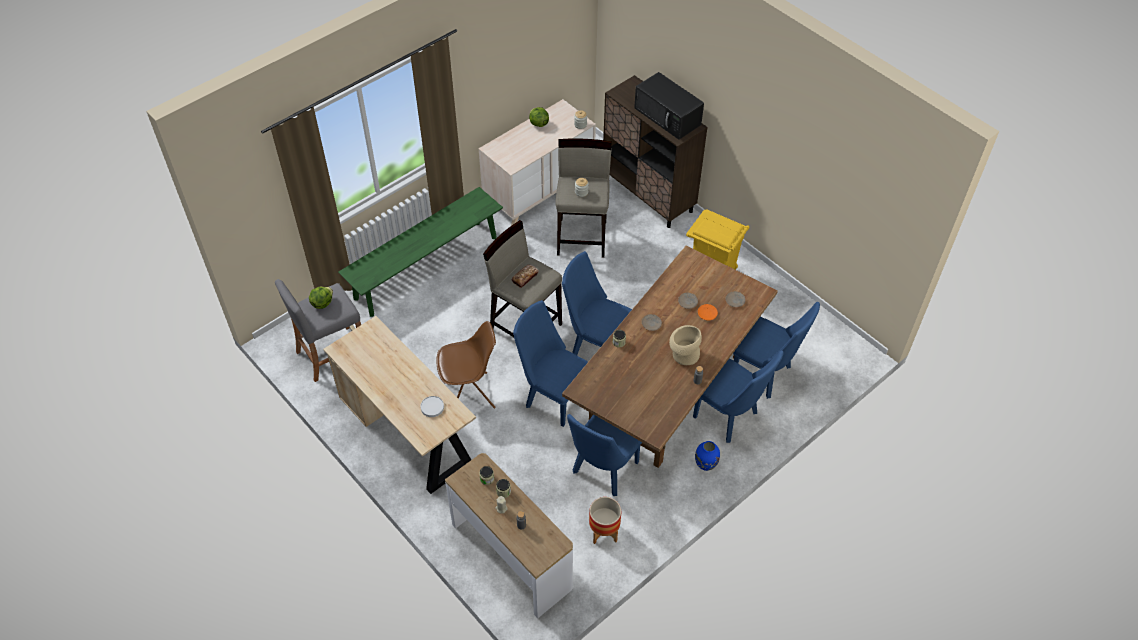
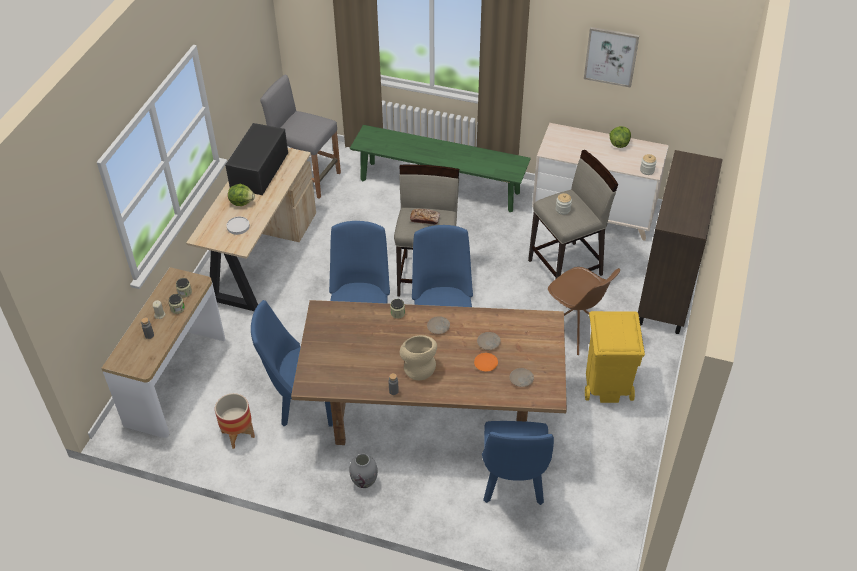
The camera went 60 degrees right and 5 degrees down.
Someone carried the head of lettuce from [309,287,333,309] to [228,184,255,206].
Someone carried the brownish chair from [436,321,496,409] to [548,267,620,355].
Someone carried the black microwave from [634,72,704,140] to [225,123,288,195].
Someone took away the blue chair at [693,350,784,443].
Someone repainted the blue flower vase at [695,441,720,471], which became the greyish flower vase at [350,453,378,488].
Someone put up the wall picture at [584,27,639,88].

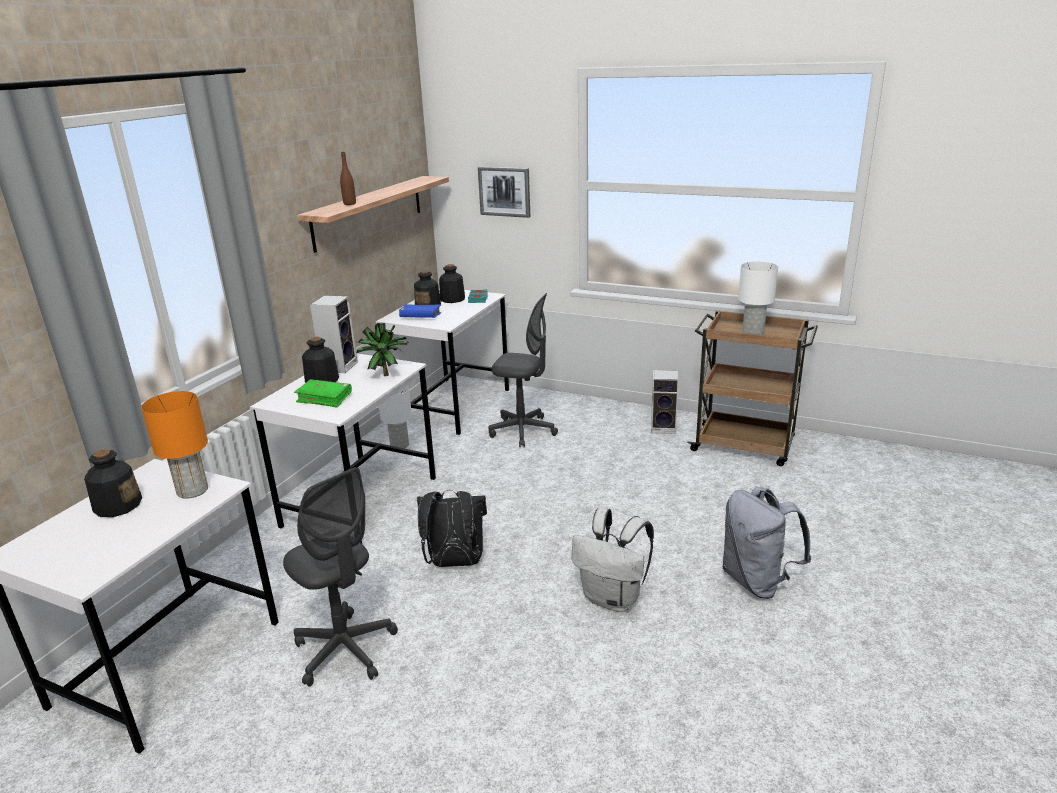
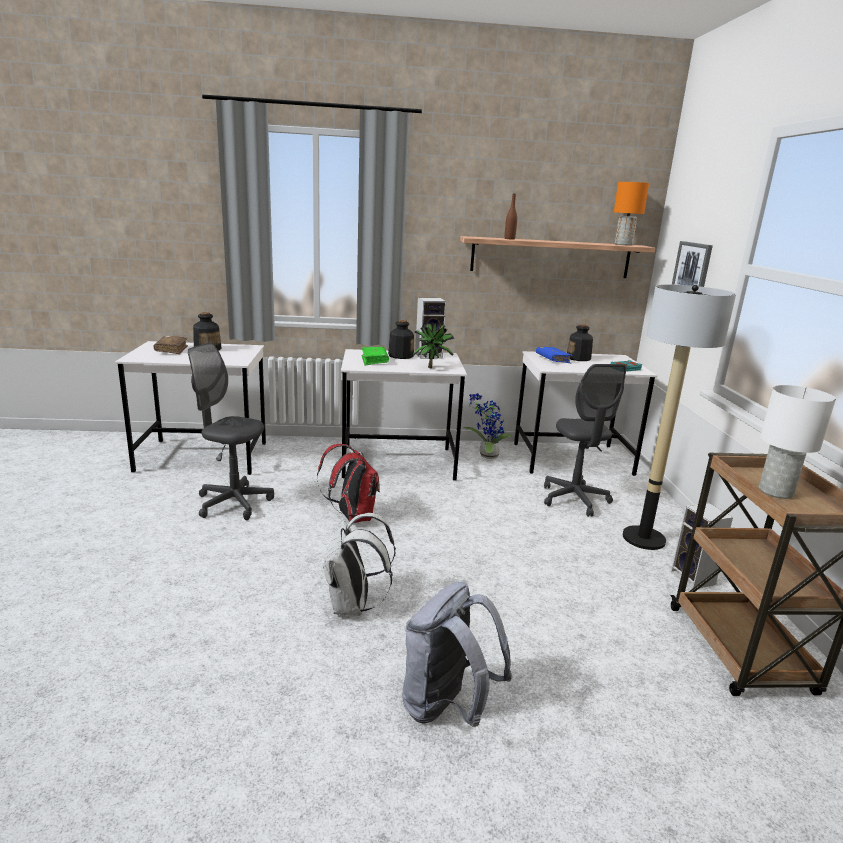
The camera went 60 degrees right and 5 degrees down.
Someone carried the orange-coloured lamp for a table from [141,391,208,499] to [614,182,649,246].
Someone rotated the greyish office chair at [283,467,398,687] by 90 degrees clockwise.
Someone swapped the whitish lamp for a table at [379,386,412,449] for the plant in a pot at [463,393,511,459].
Someone repainted the black rucksack at [417,490,487,567], which became the red-coloured rucksack at [317,444,380,523].
Someone took away the beverage bottle at [439,264,465,303].
Someone put down the brownish bound book at [154,336,188,354].
Someone put down the floor lamp at [623,285,736,550].

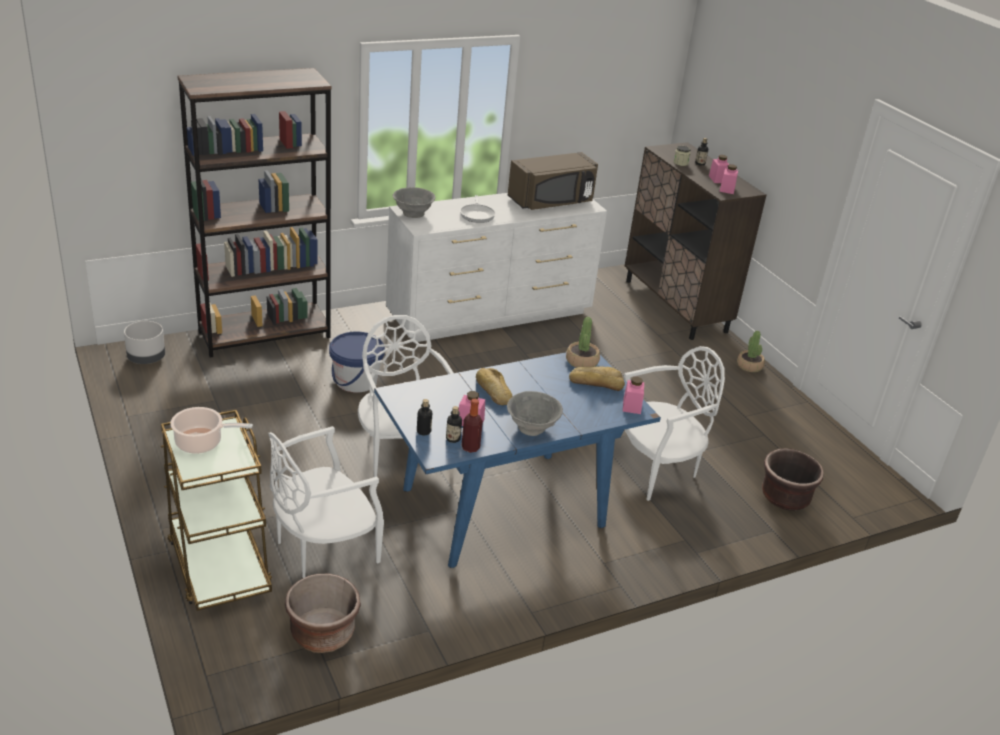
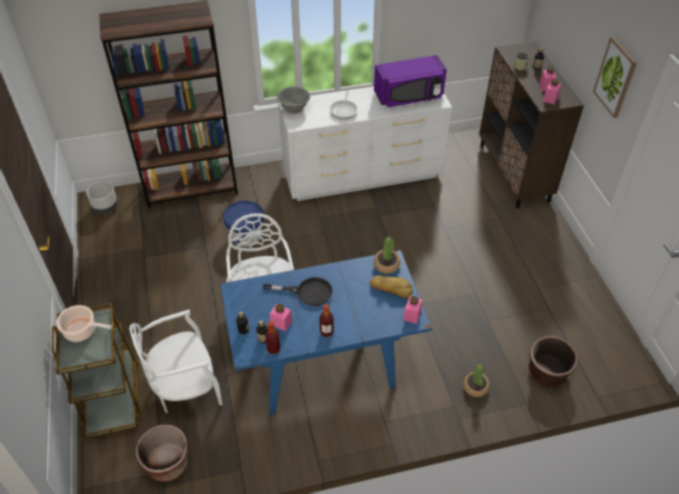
The camera went 15 degrees right and 15 degrees up.
Someone swapped the bakery bread at [476,368,513,405] for the black pan at [263,277,333,306].
Someone swapped the greyish serving bowl at [507,391,563,436] for the beverage bottle at [319,304,334,337].
Someone repainted the brownish microwave at [508,152,598,210], which became the purple microwave at [374,55,447,107].
Someone took away the whitish chair at [624,346,725,501].
Someone carried the plant in a pot from [737,331,765,372] to [463,364,490,397].
Someone put up the wall picture at [593,37,637,118].

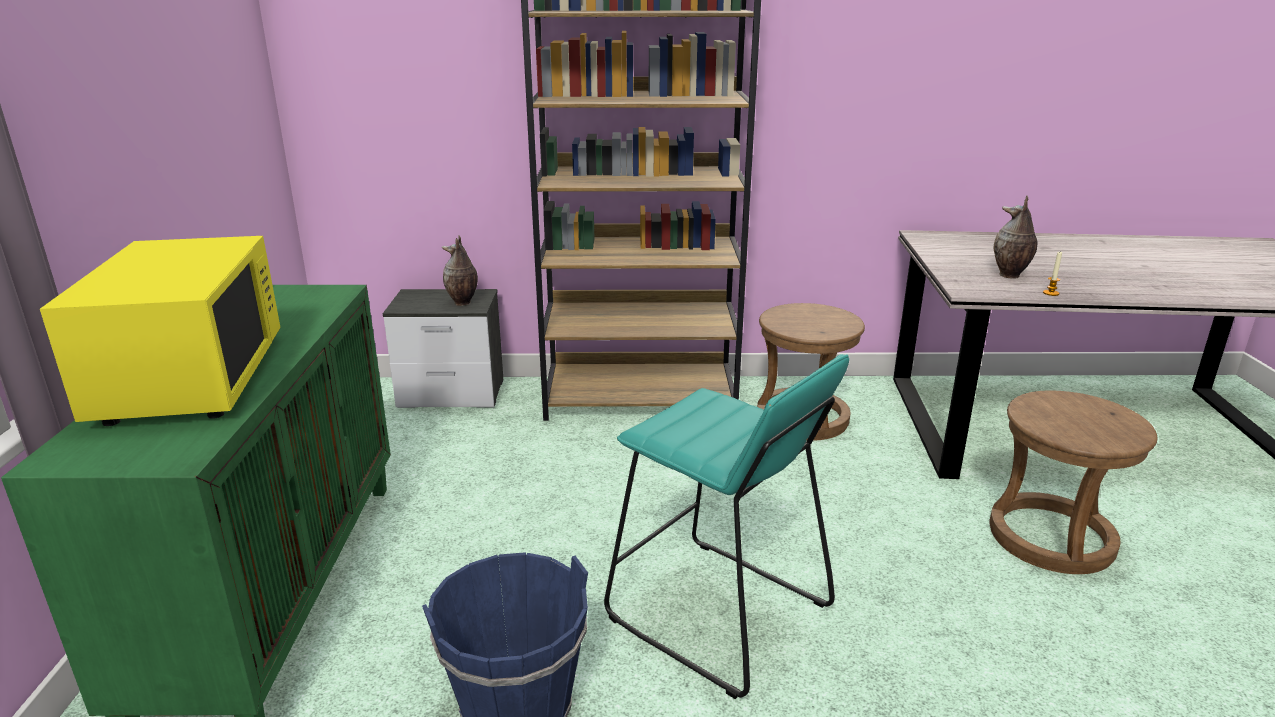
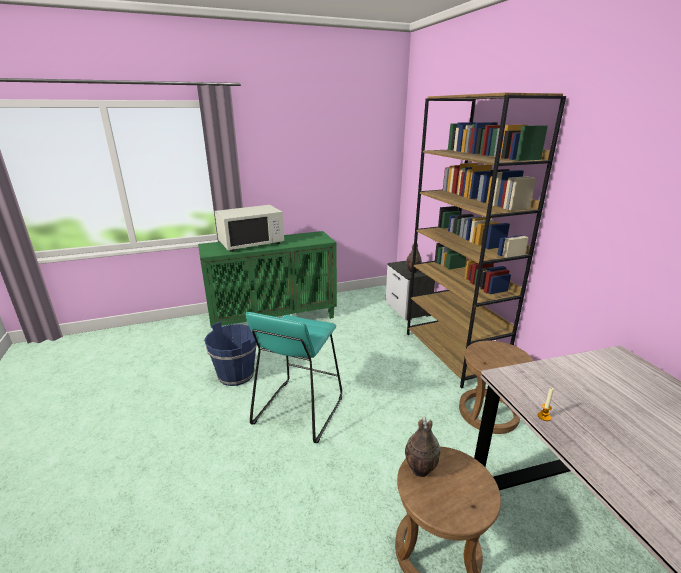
The camera went 70 degrees right and 0 degrees up.
Someone repainted the yellow microwave at [40,236,281,426], which became the whitish microwave at [215,205,284,252].
Someone carried the flower vase from [994,195,1038,278] to [405,416,441,477].

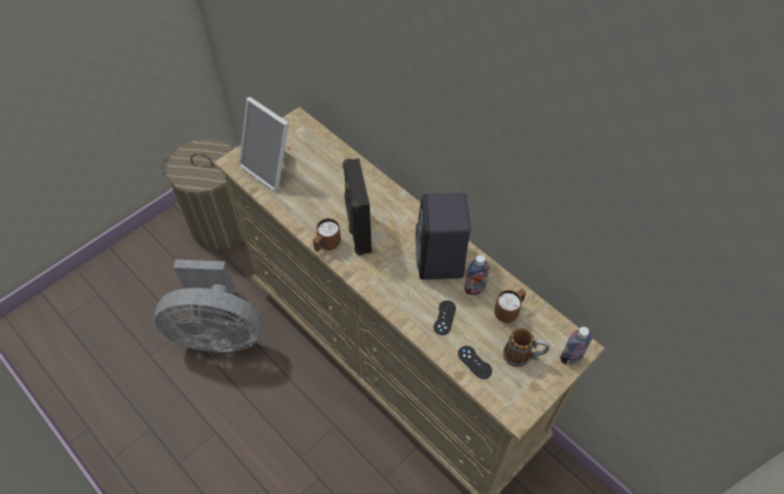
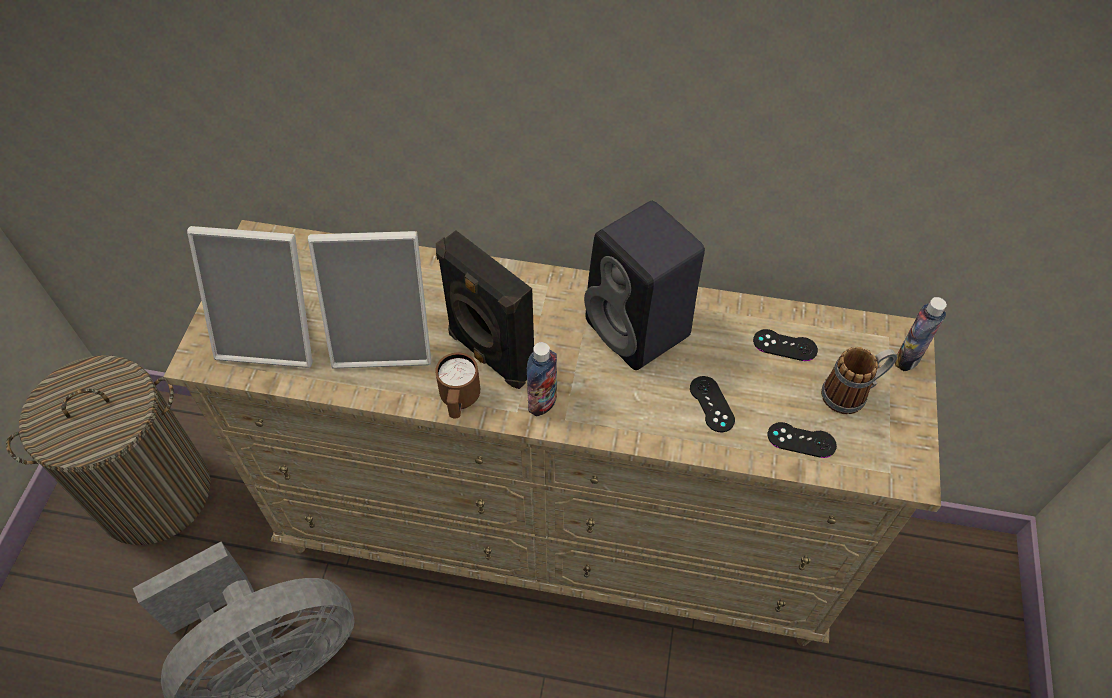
The camera went 35 degrees left and 0 degrees up.
Someone carried the beverage bottle from [464,255,490,295] to [527,342,557,417].
Someone swapped the brownish tea mug at [494,289,526,323] for the black joypad at [753,329,818,361].
Someone put down the photo frame at [308,231,431,369].

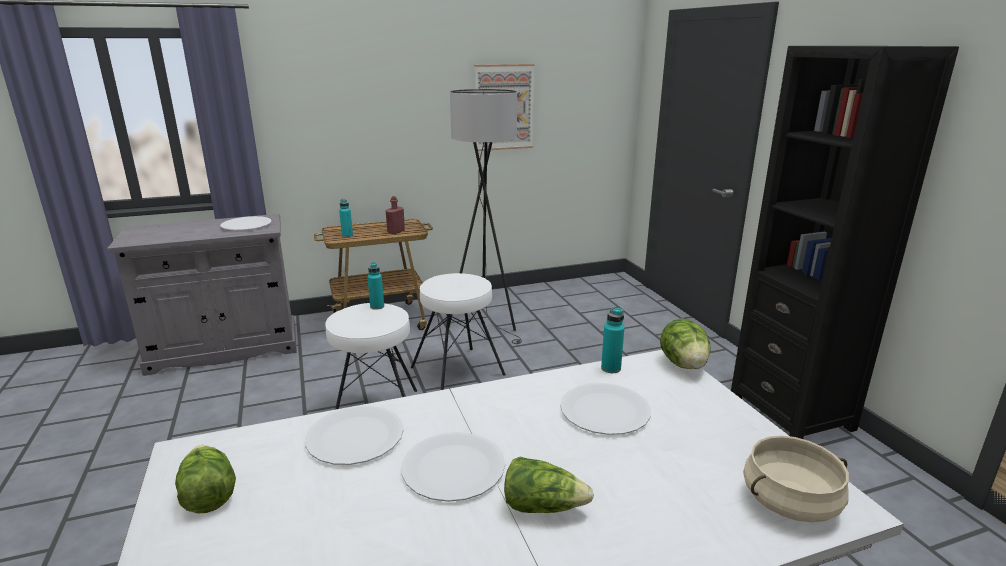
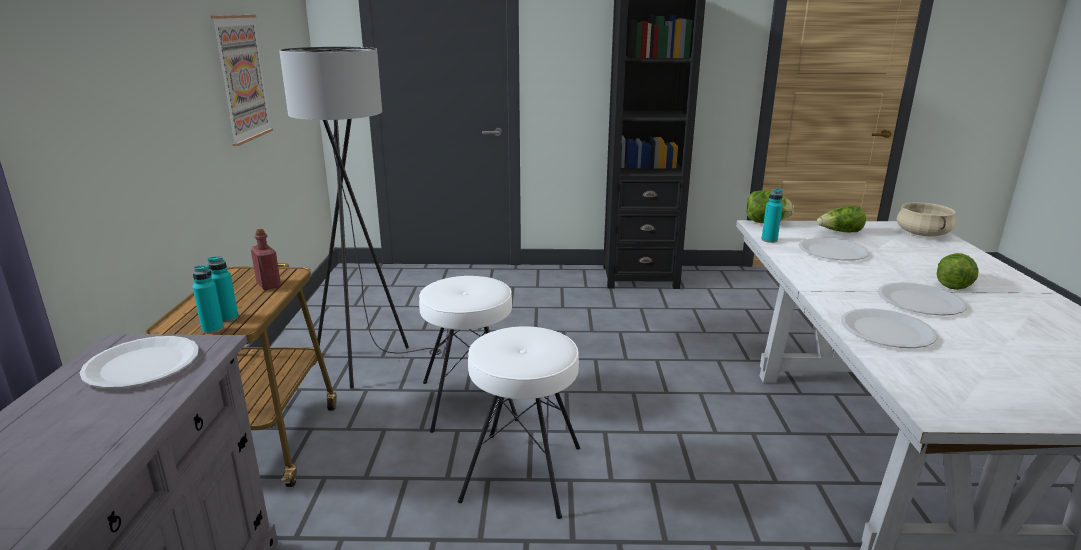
The camera went 70 degrees left and 0 degrees up.
Someone carried the head of lettuce from [175,445,236,513] to [817,206,866,232].
Someone carried the blue-green beverage bottle from [367,262,384,310] to [192,265,224,334].

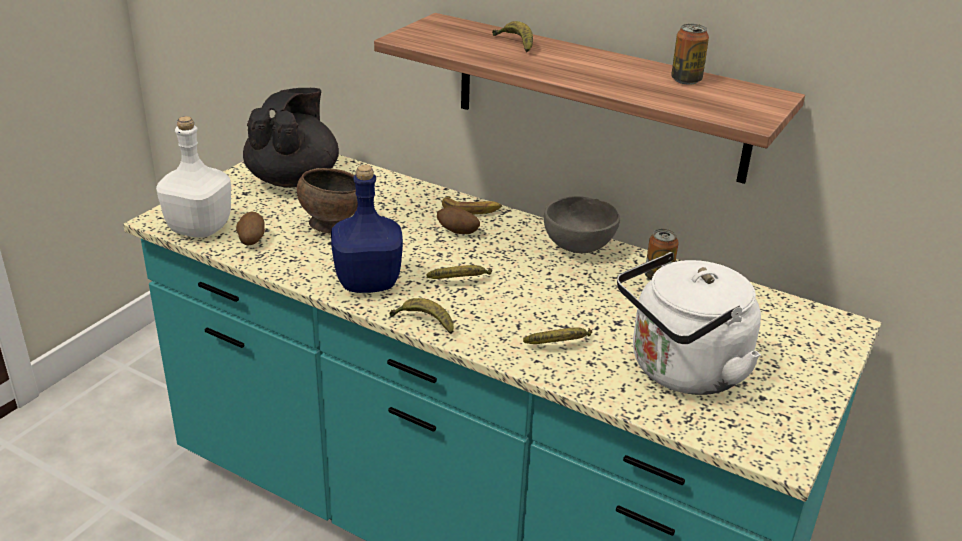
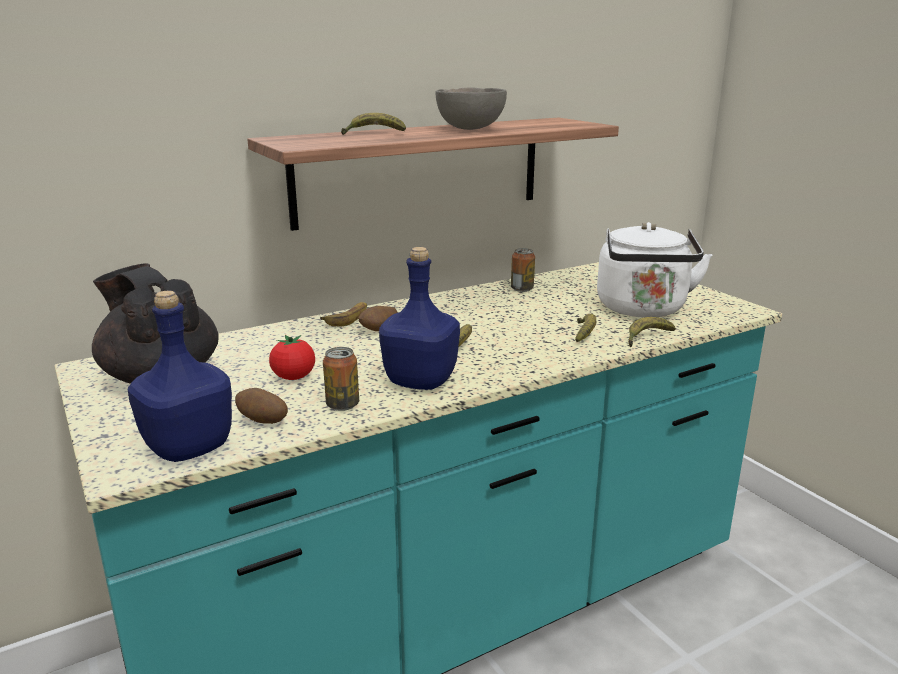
The camera went 60 degrees left and 10 degrees down.
Someone repainted the whitish beverage bottle at [156,116,231,238], which became the blue beverage bottle at [128,291,232,462].
Someone swapped the brownish serving bowl at [297,168,358,233] for the fresh tomato at [269,335,315,380].
Someone carried the whole banana from [389,298,454,334] to [628,317,676,347].
Someone carried the greyish serving bowl from [544,196,620,253] to [435,87,507,130].
Someone carried the metal can from [671,24,709,85] to [323,347,359,411].

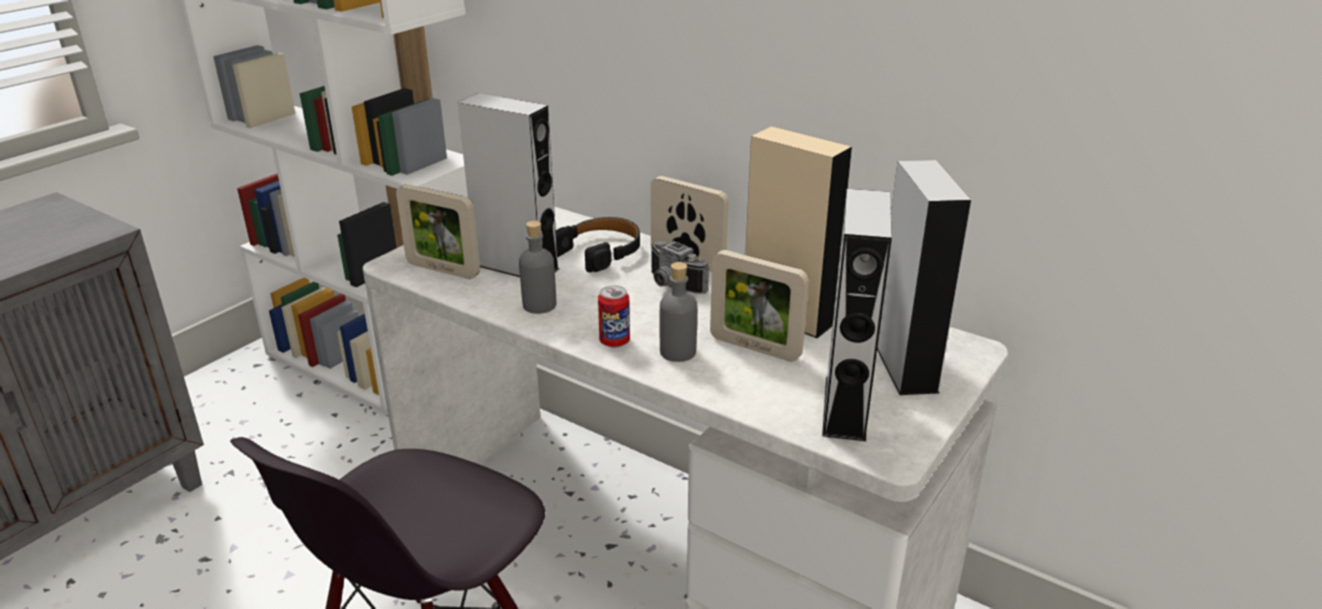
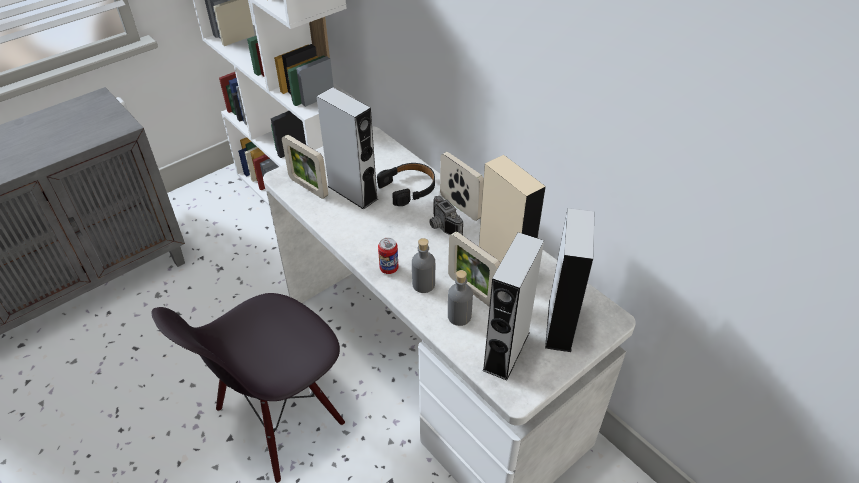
The camera went 15 degrees right and 15 degrees up.
Someone carried the greyish beverage bottle from [519,221,556,314] to [448,270,473,326].

